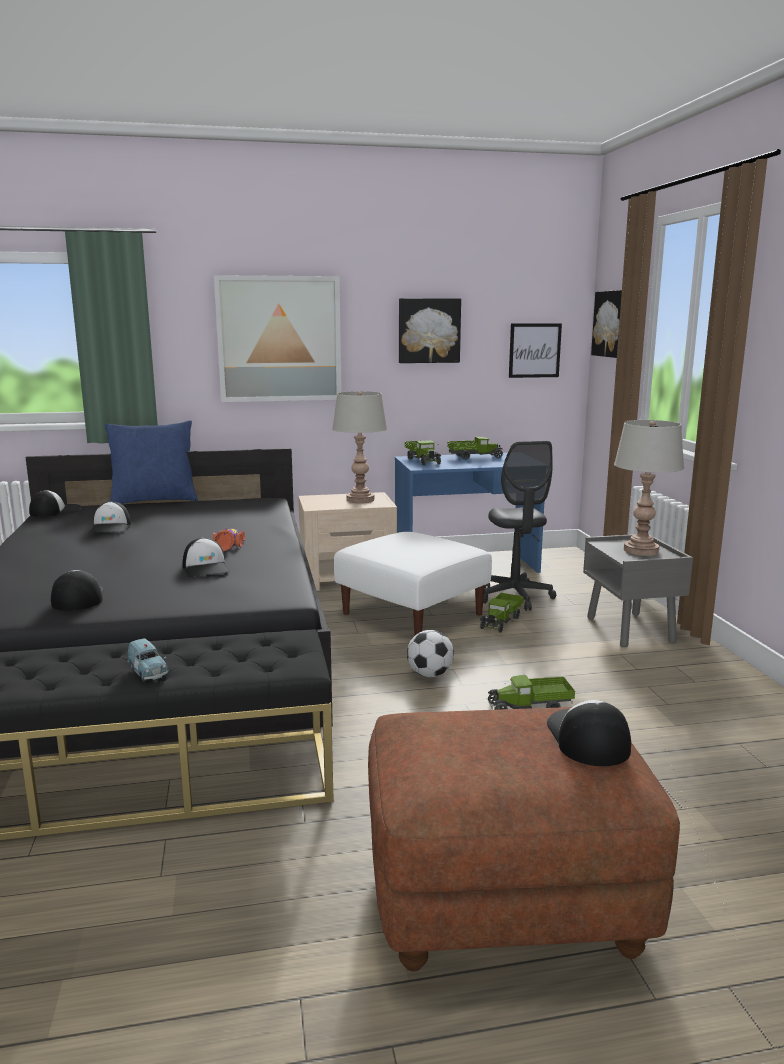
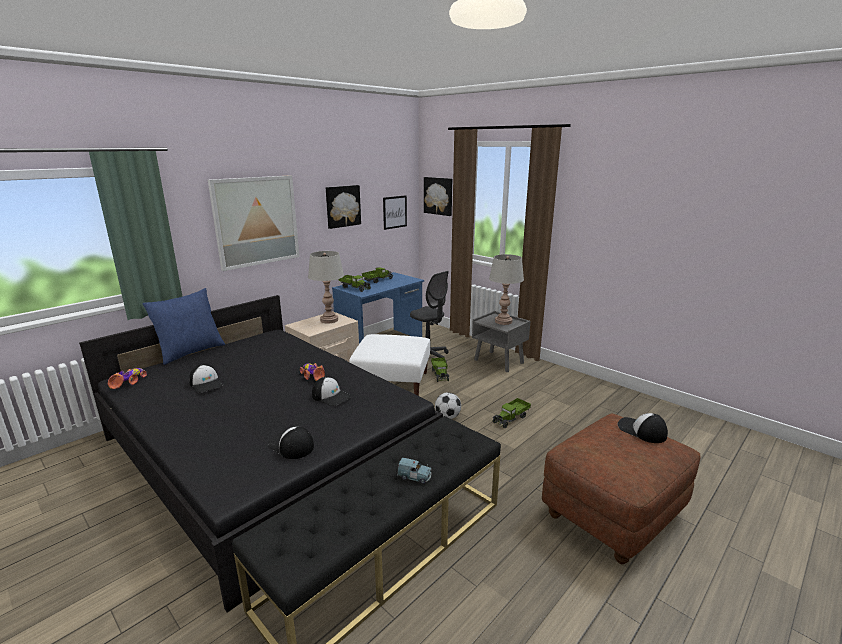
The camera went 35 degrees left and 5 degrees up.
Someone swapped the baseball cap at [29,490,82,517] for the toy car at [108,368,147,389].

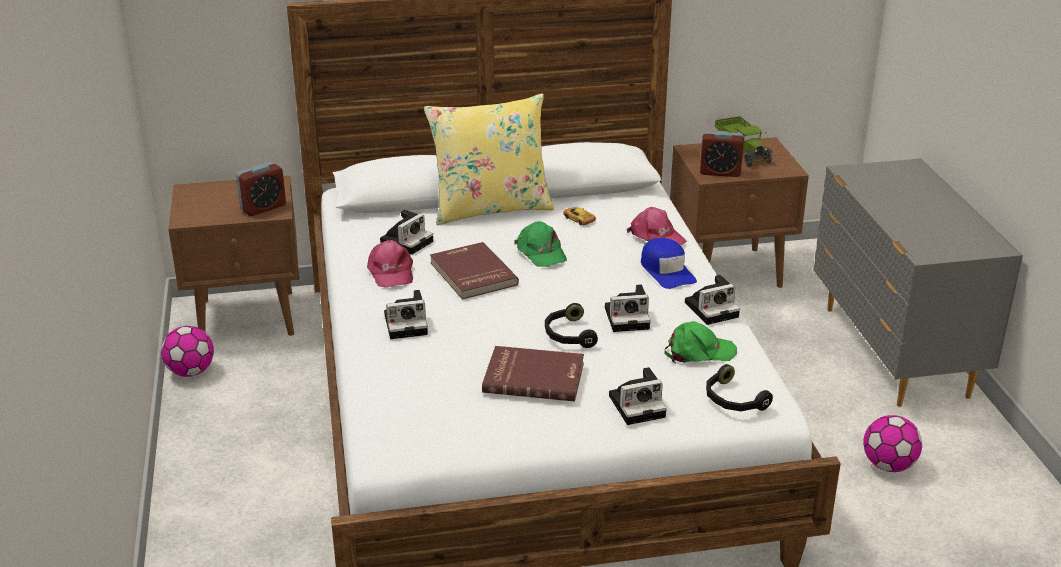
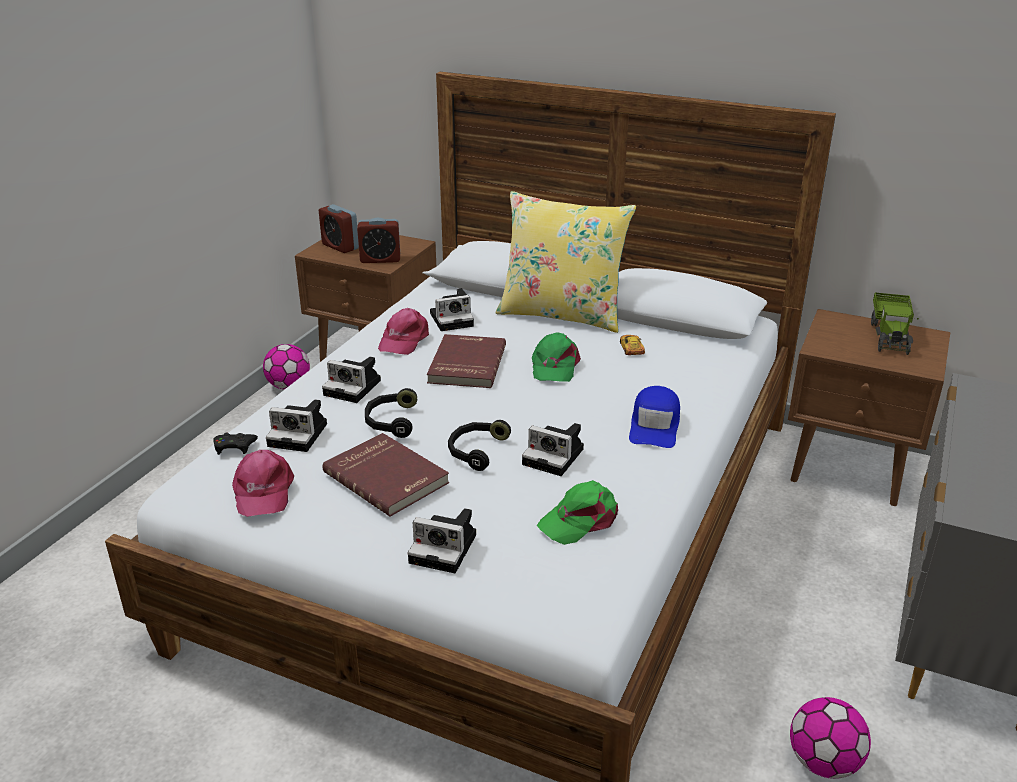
The camera went 35 degrees right and 0 degrees up.
Someone carried the pink baseball cap from [627,207,687,246] to [232,450,294,517].
Someone rotated the green baseball cap at [664,321,737,364] by 120 degrees clockwise.
Someone carried the photo camera from [685,275,740,325] to [266,399,327,452].
Someone carried the table clock from [700,131,744,177] to [319,204,359,253].
Someone carried the black pair of headphones from [706,364,773,411] to [365,388,417,438].
Someone put down the black joypad at [214,432,258,455].

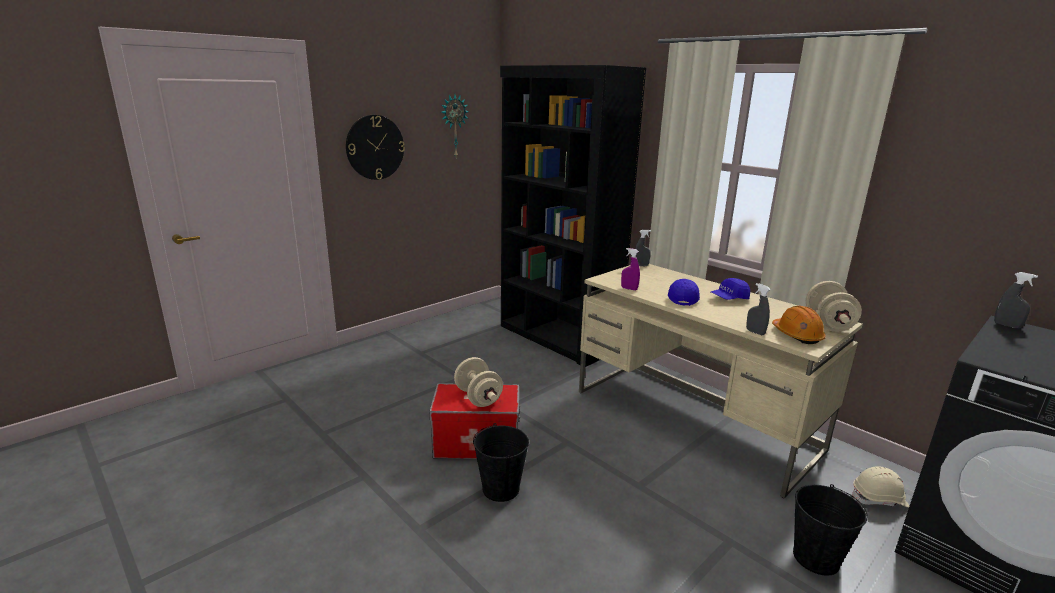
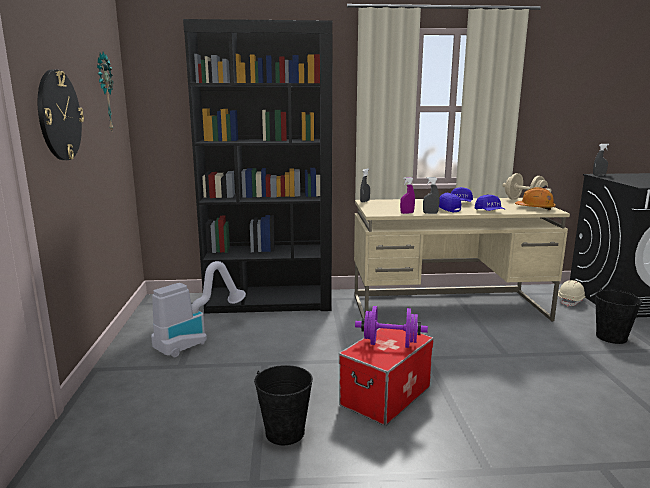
The camera went 50 degrees left and 5 degrees down.
Someone repainted the beige-coloured hand weight at [454,357,503,407], which became the purple hand weight at [355,306,428,348].
Someone carried the black pail from [473,423,529,502] to [254,365,313,445].
Someone carried the greyish sprayer from [746,283,771,335] to [423,177,439,214].
Someone put down the hoover at [151,261,246,357].
Someone put down the blue baseball cap at [475,194,506,211].

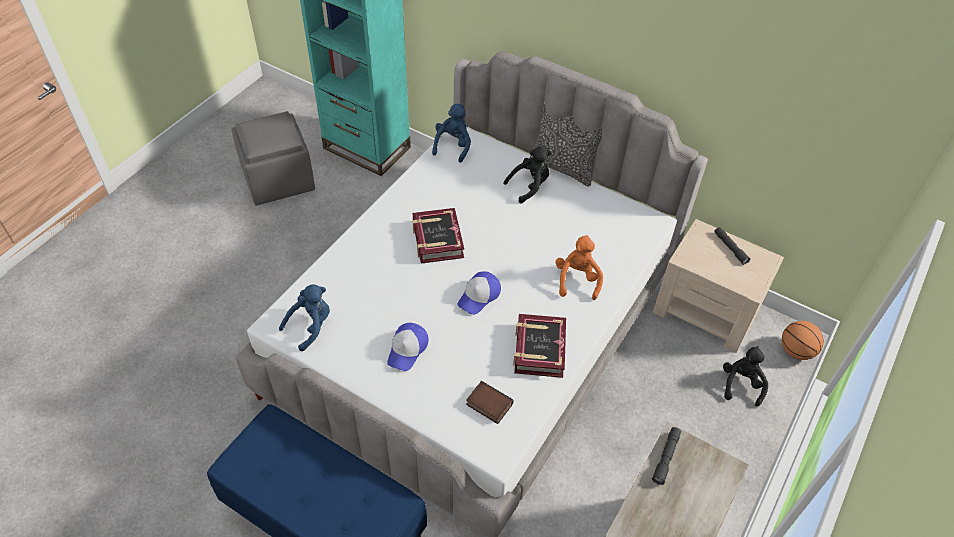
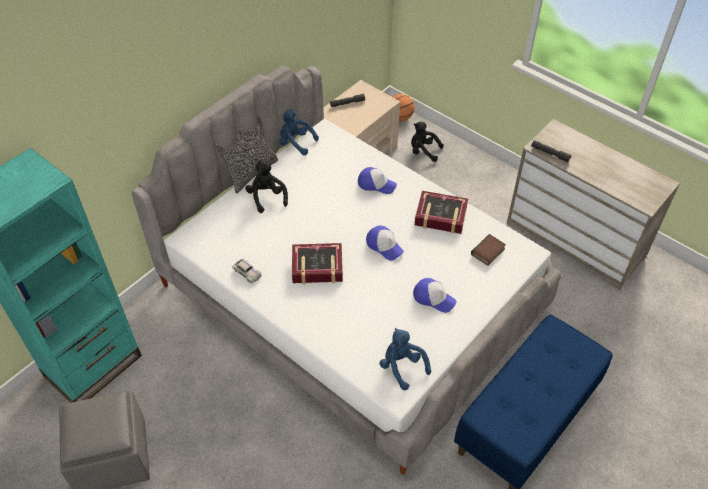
The camera went 80 degrees left and 0 degrees up.
Someone carried the blue plush toy from [432,104,471,163] to [279,109,319,155].
Someone swapped the orange-coloured plush toy at [556,235,603,300] for the baseball cap at [358,167,397,194].
Someone put down the whitish toy car at [232,258,262,283].

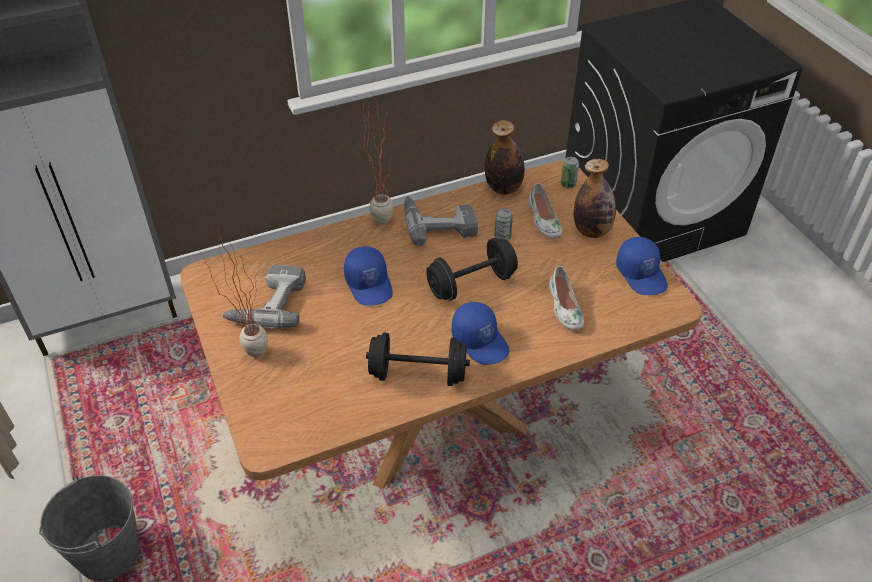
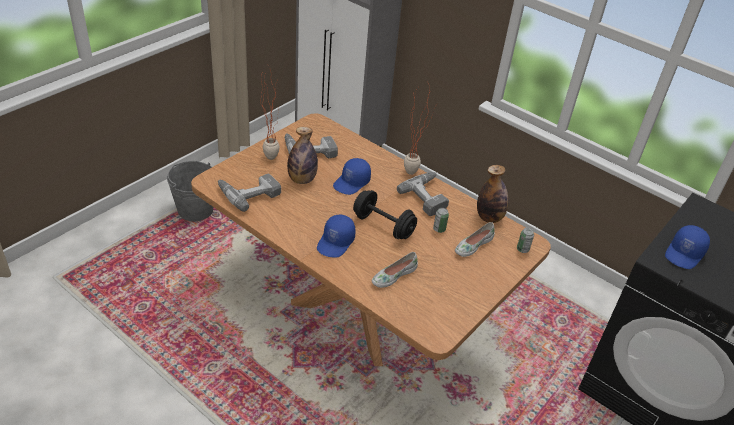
The camera went 60 degrees right and 5 degrees down.
Someone took away the black hand weight at [366,332,470,386].
Someone carried the beverage bottle from [574,159,616,238] to [287,127,318,184].
Someone carried the blue baseball cap from [616,236,668,295] to [665,225,710,269].
Someone put down the electric drill at [218,174,281,212].

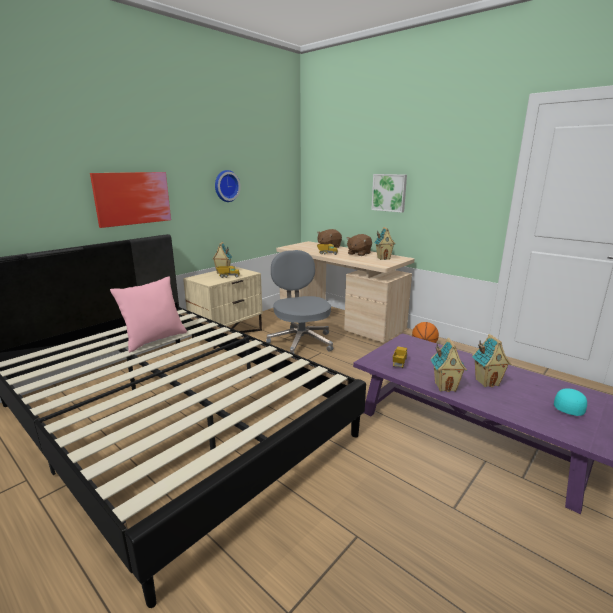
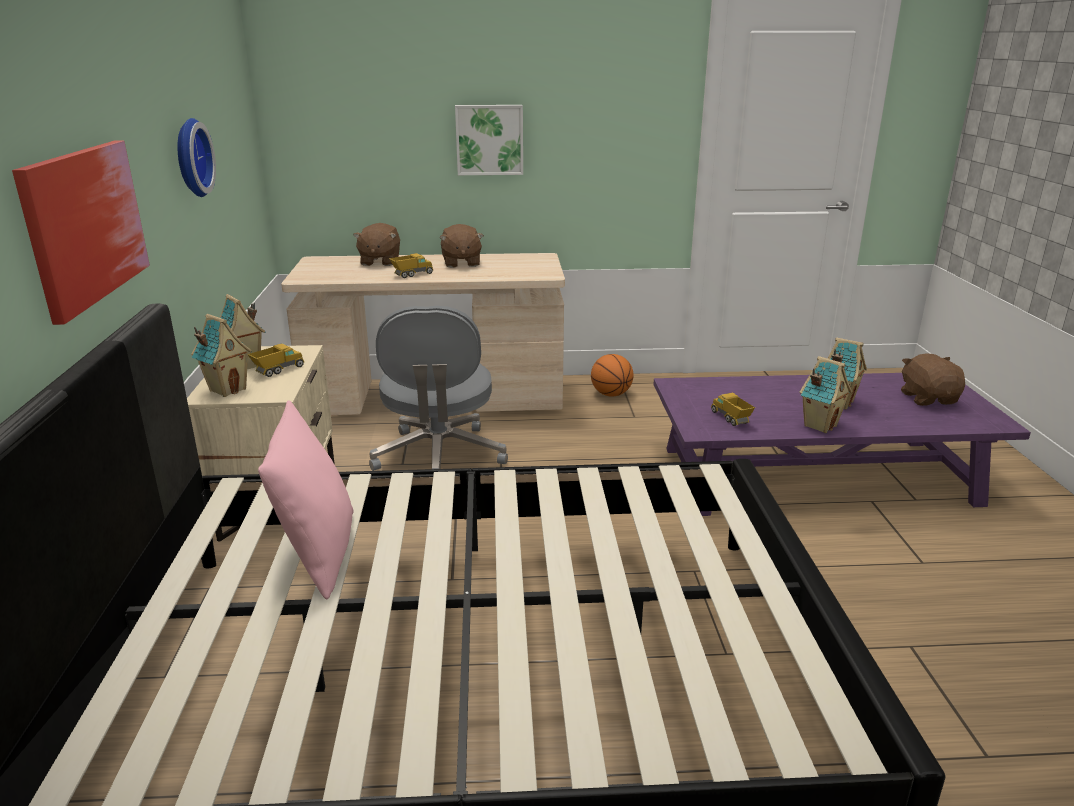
The camera went 45 degrees left and 5 degrees up.
Someone rotated the greyish office chair at [266,250,333,354] by 120 degrees counterclockwise.
Someone carried the model house from [374,227,396,260] to [191,314,252,397].
Someone swapped the blue-green baseball cap at [554,388,587,416] for the brownish plush toy at [901,353,965,406].

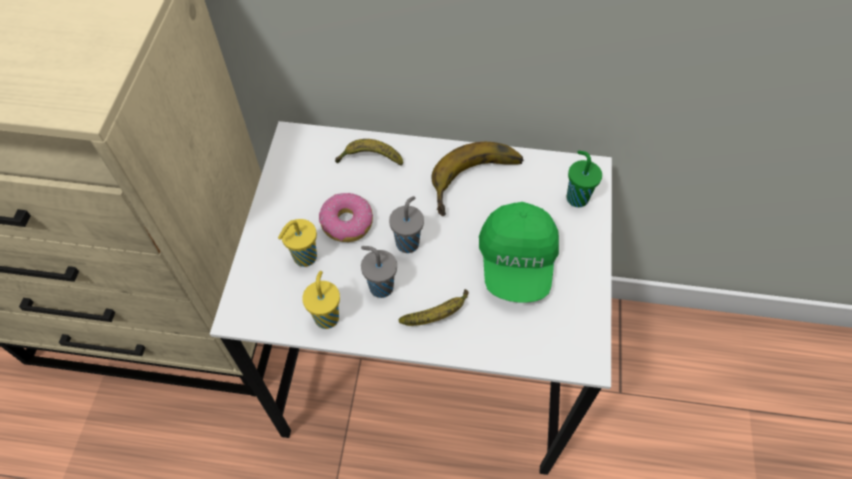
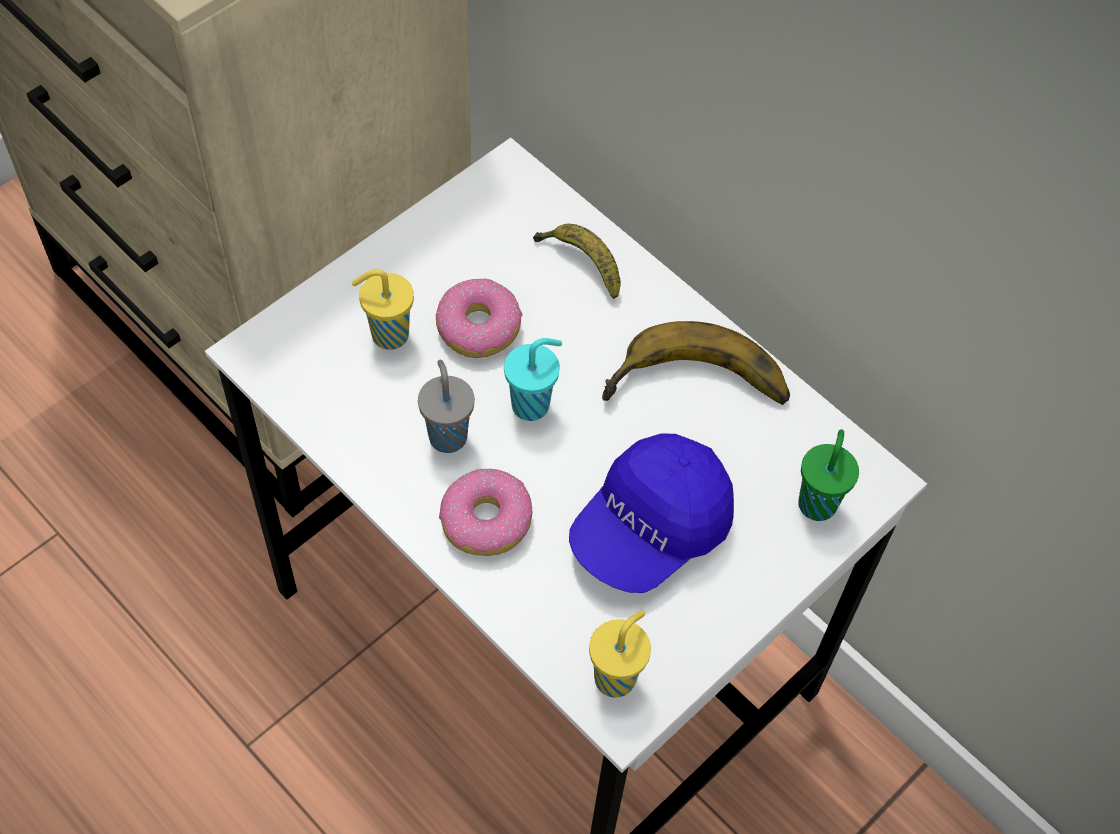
The camera went 35 degrees right and 0 degrees up.
Someone carried the yellow cup from [302,271,340,329] to [589,611,651,698].
Someone repainted the greyish cup at [389,196,424,253], which became the blue-green cup at [504,338,562,421].
Someone swapped the whole banana at [399,289,468,326] for the ring doughnut at [439,469,532,556].
Someone repainted the green baseball cap at [479,202,559,303], which became the blue baseball cap at [569,433,734,593].

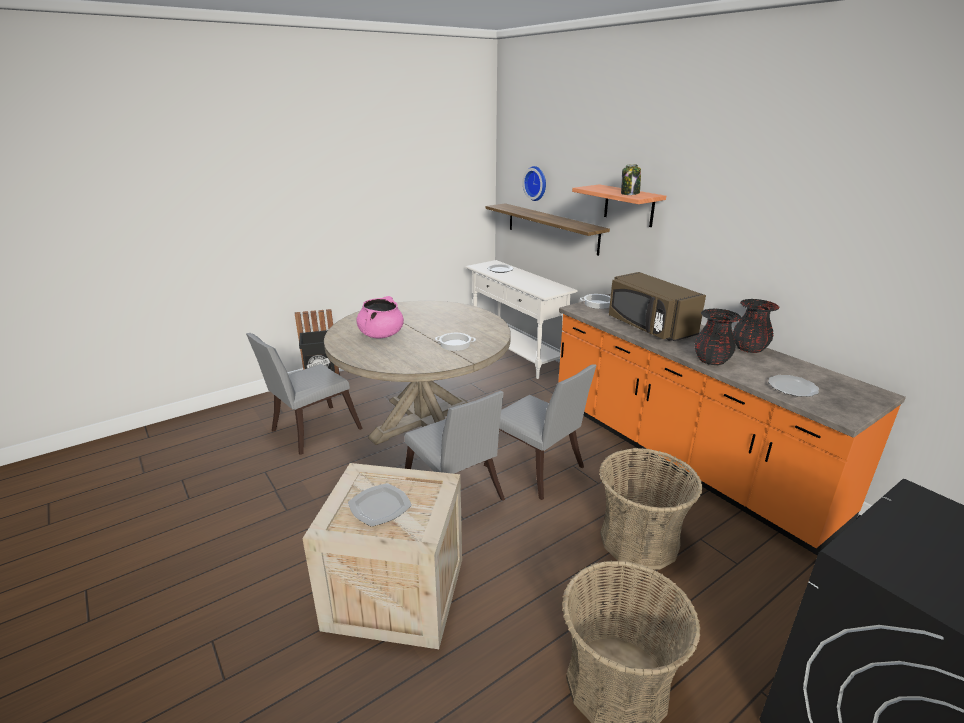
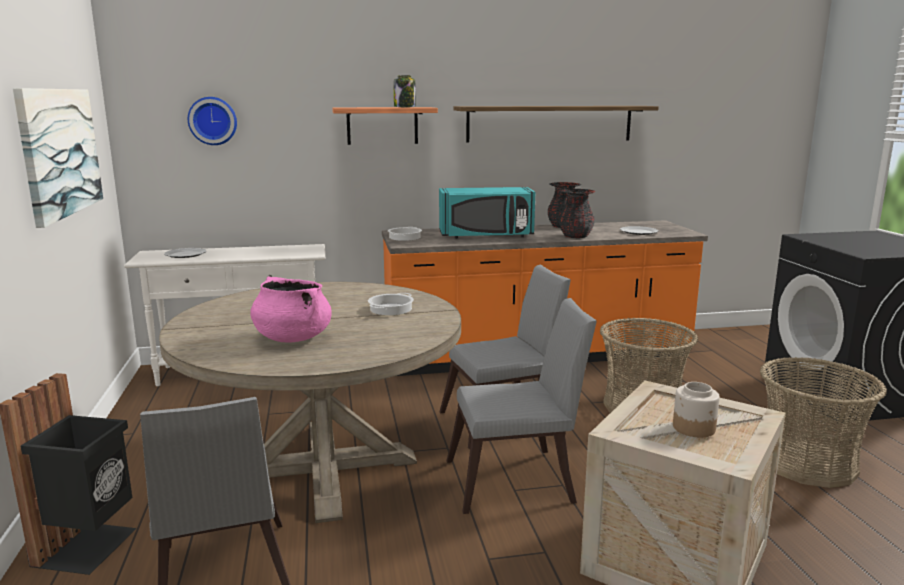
The camera went 65 degrees left and 10 degrees down.
Someone swapped the flat dish at [348,483,412,527] for the storage jar at [673,382,720,438].
Someone carried the shelf from [486,203,610,256] to [454,106,659,142].
Someone repainted the brownish microwave at [609,272,706,341], which became the blue-green microwave at [439,187,535,239].
Someone put up the wall picture at [13,88,103,228].

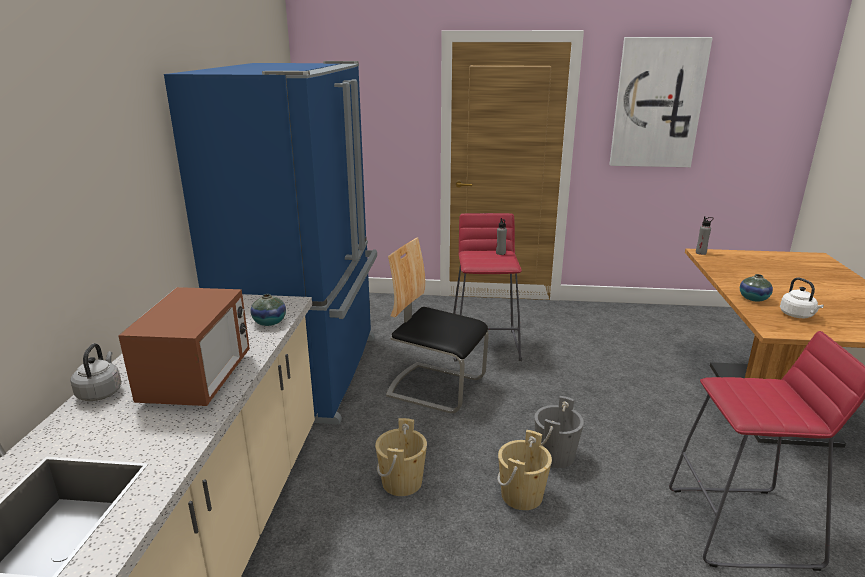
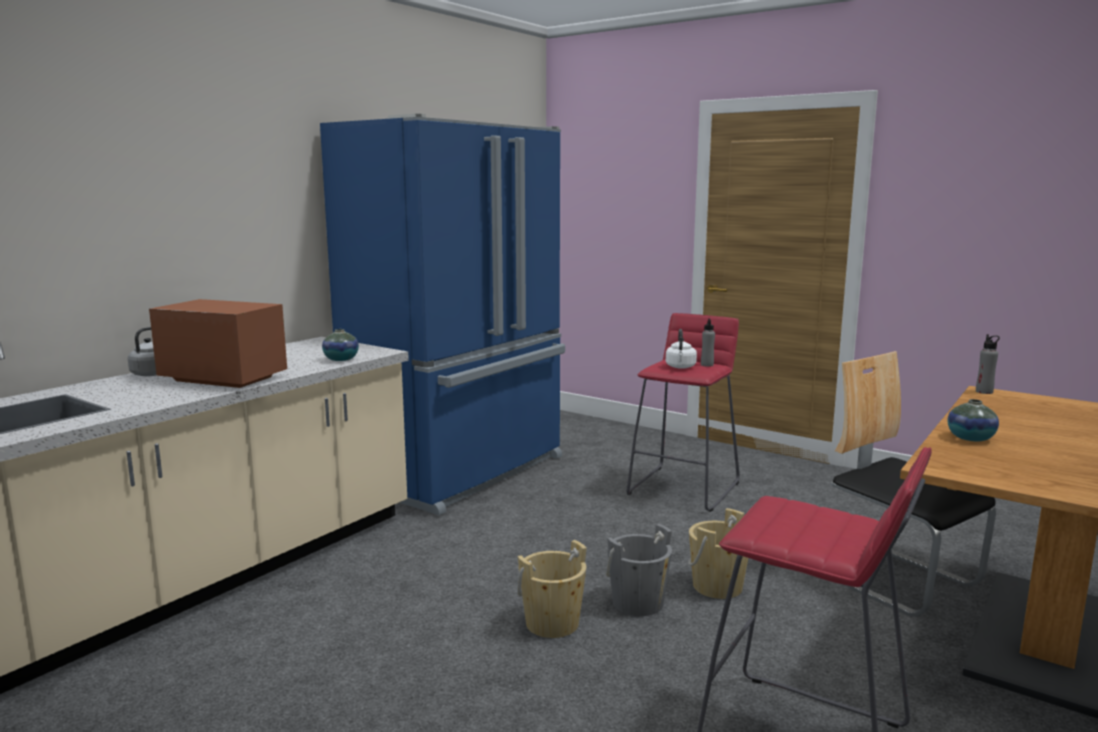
The camera went 30 degrees right and 10 degrees down.
Someone rotated the microwave at [118,287,250,406] by 105 degrees counterclockwise.
Someone carried the beige-coloured pail from [375,418,427,496] to [688,508,748,599].
Someone carried the chair from [386,237,489,413] to [830,351,996,617].
Someone took away the wall picture at [609,37,713,167].
Someone carried the whitish tea kettle from [780,277,824,318] to [666,329,697,369].

